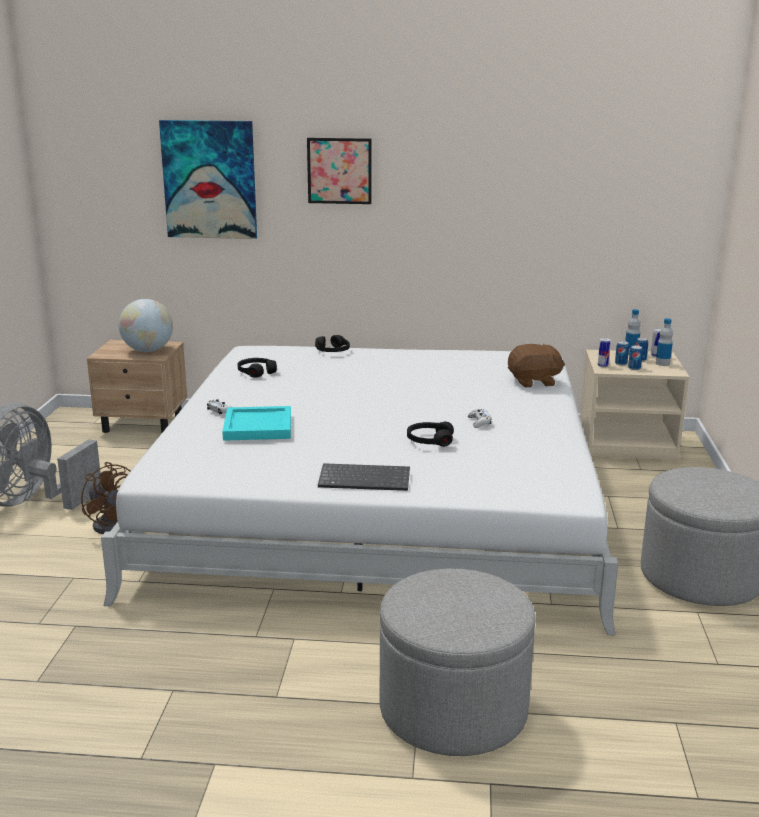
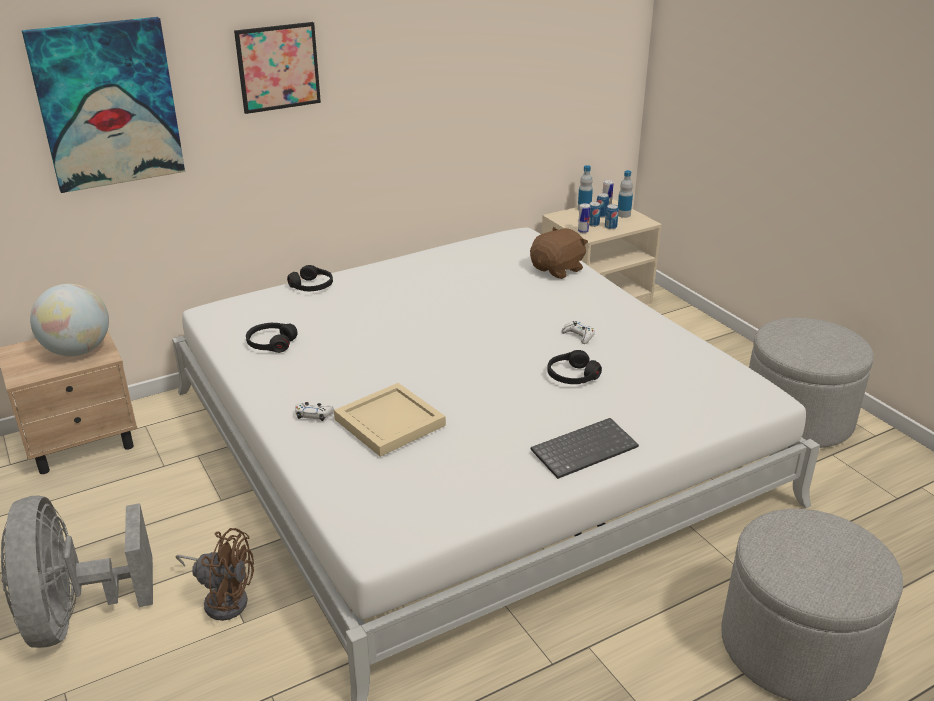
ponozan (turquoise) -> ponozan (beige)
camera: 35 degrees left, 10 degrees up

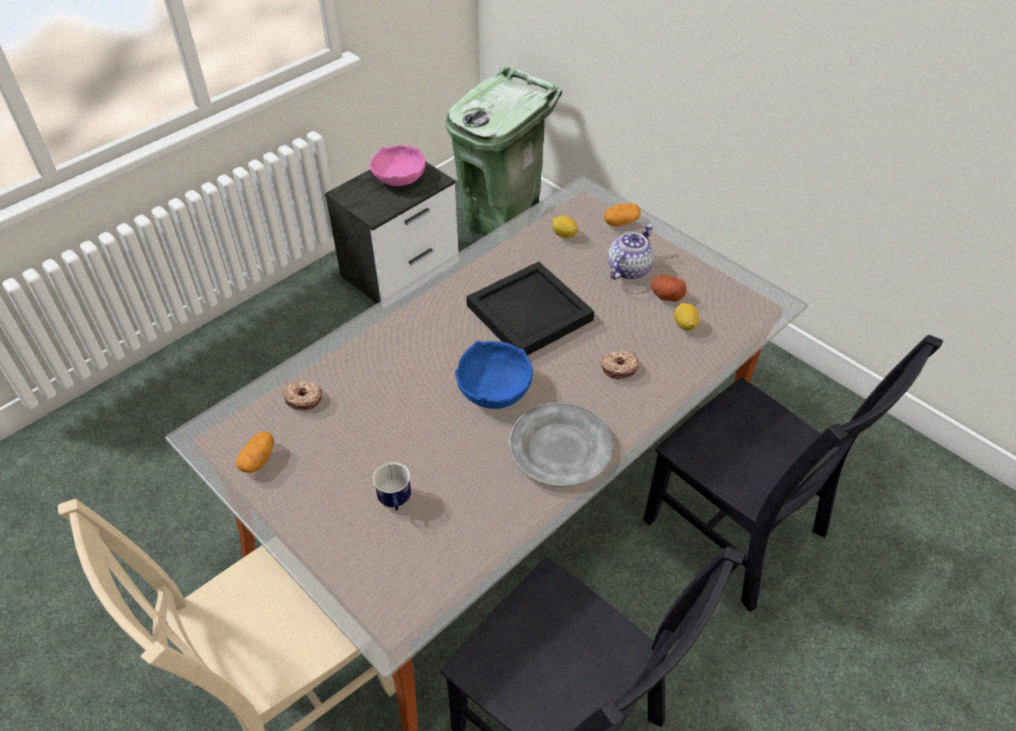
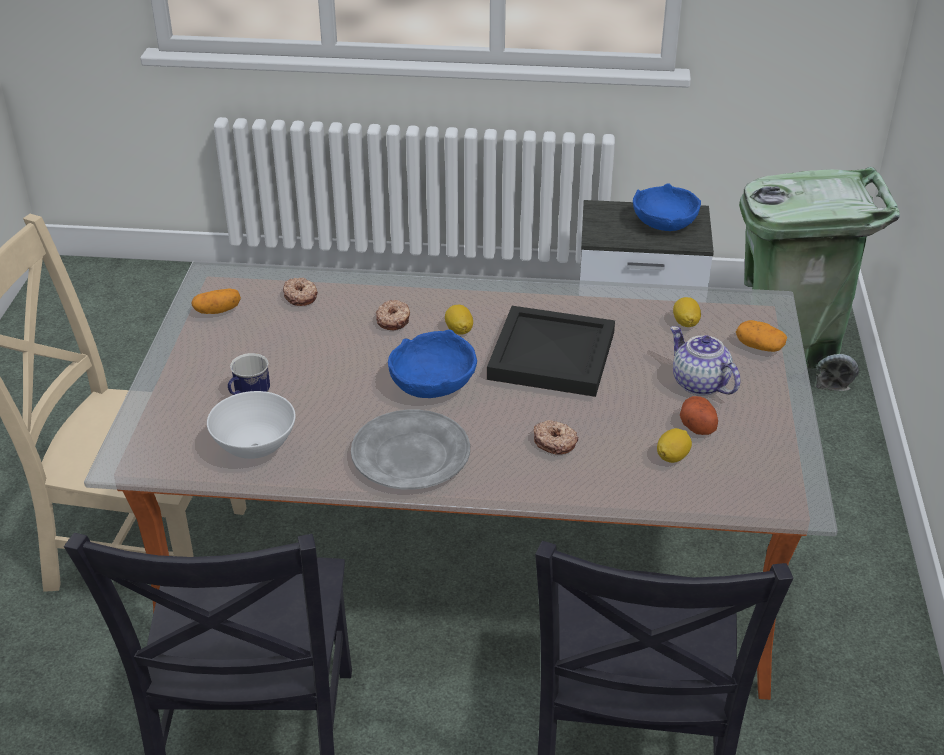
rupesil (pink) -> rupesil (blue) (2nd from left)
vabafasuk, 120 degrees counterclockwise
none -> rupesil (white)
none -> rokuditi (2nd from left)
none -> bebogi (1st from left)
camera: 50 degrees right, 10 degrees down

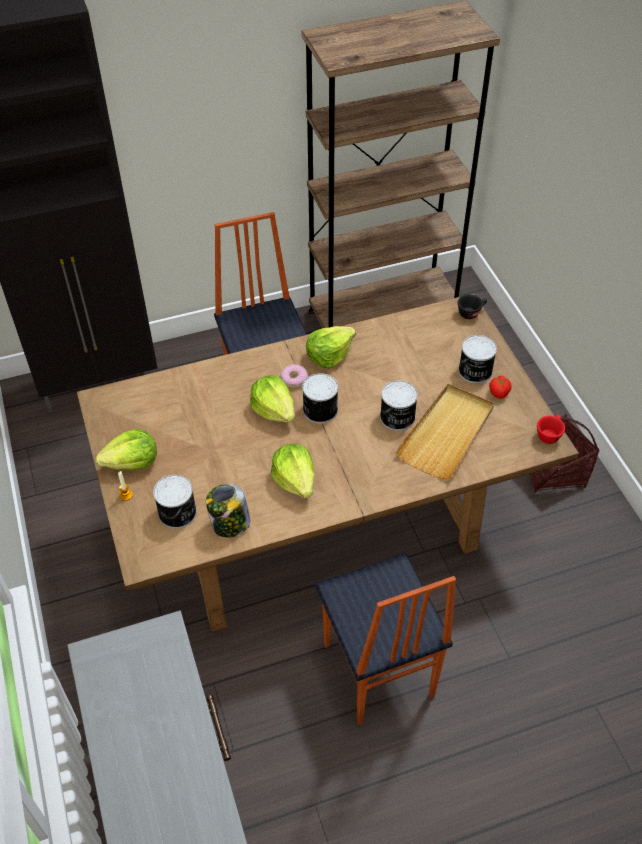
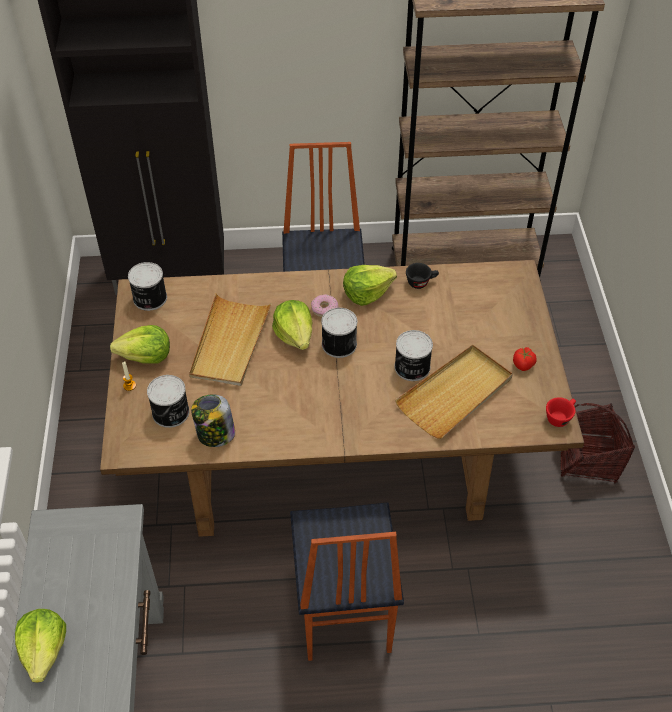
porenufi (3rd from left in the first image) -> porenufi (1st from left), moved
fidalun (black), moved
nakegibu (4th from left in the first image) -> nakegibu (1st from left), moved
none -> ponozan (beige) (1st from left)
camera: 15 degrees right, 0 degrees up

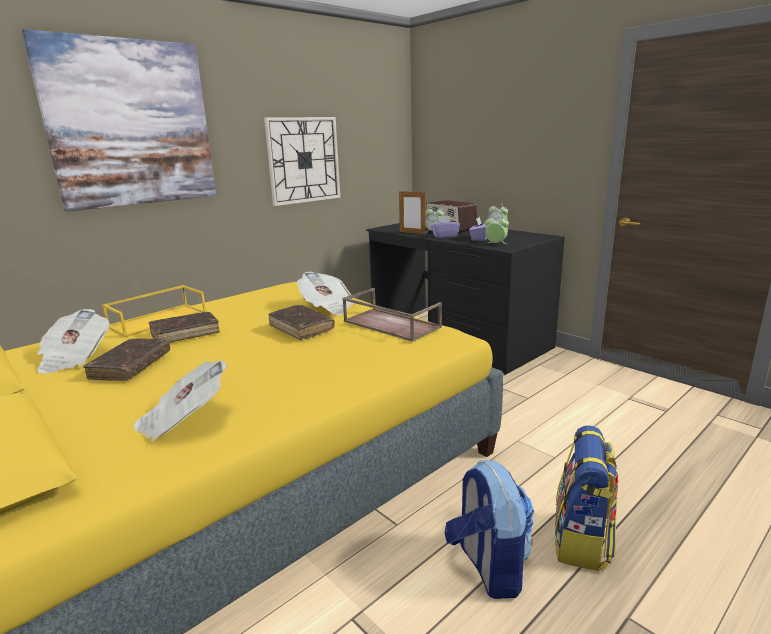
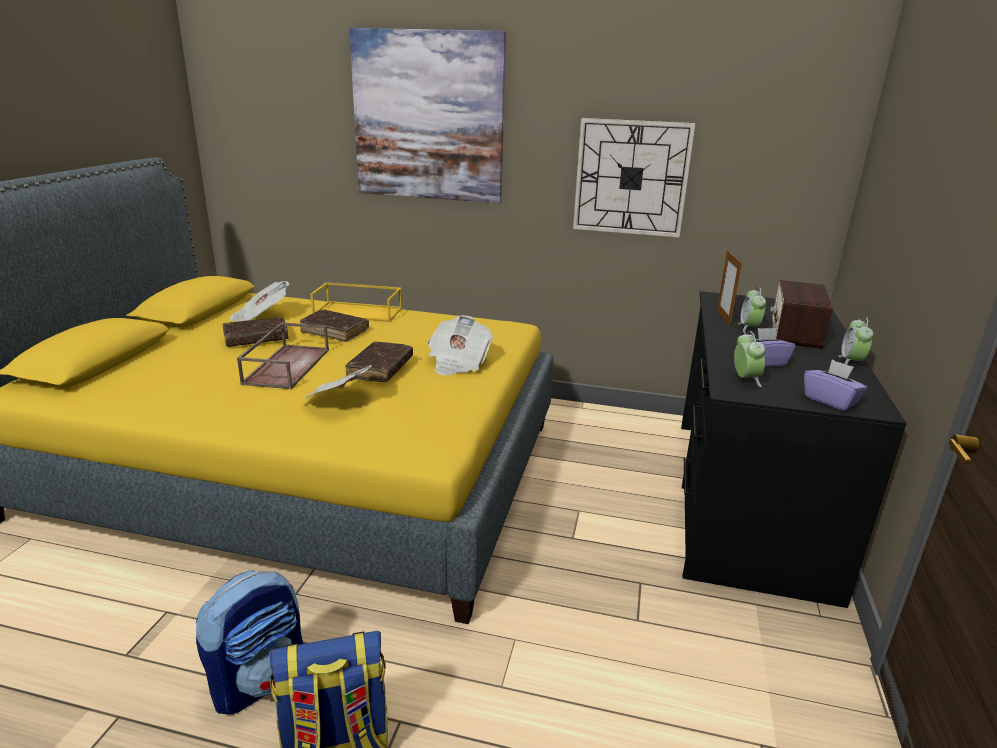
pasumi (2nd from left), moved
ponozan (brown), moved
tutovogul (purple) (1st from left in the first image) -> tutovogul (purple) (2nd from left), moved
camera: 55 degrees right, 5 degrees up

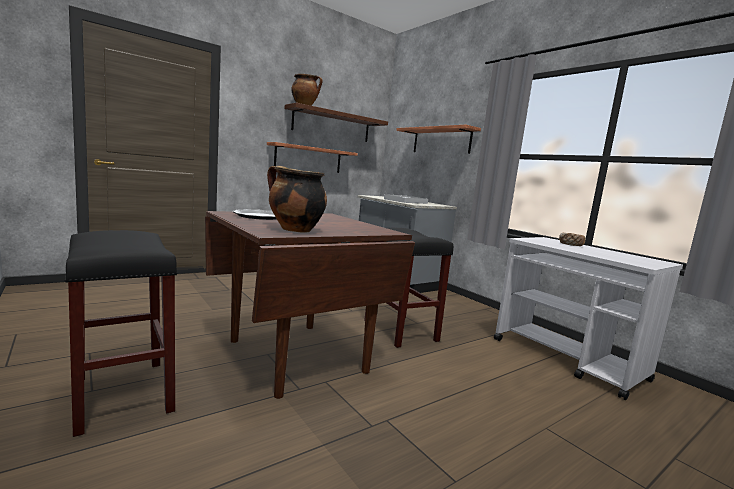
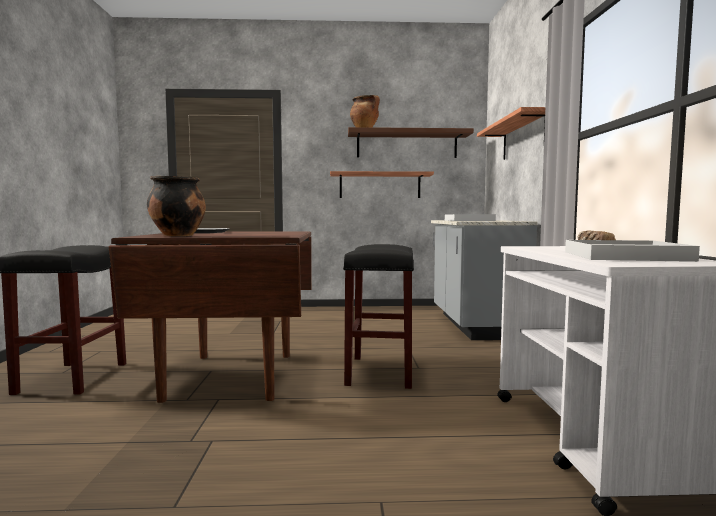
none -> ponozan (white) (2nd from left)
camera: 35 degrees right, 5 degrees down

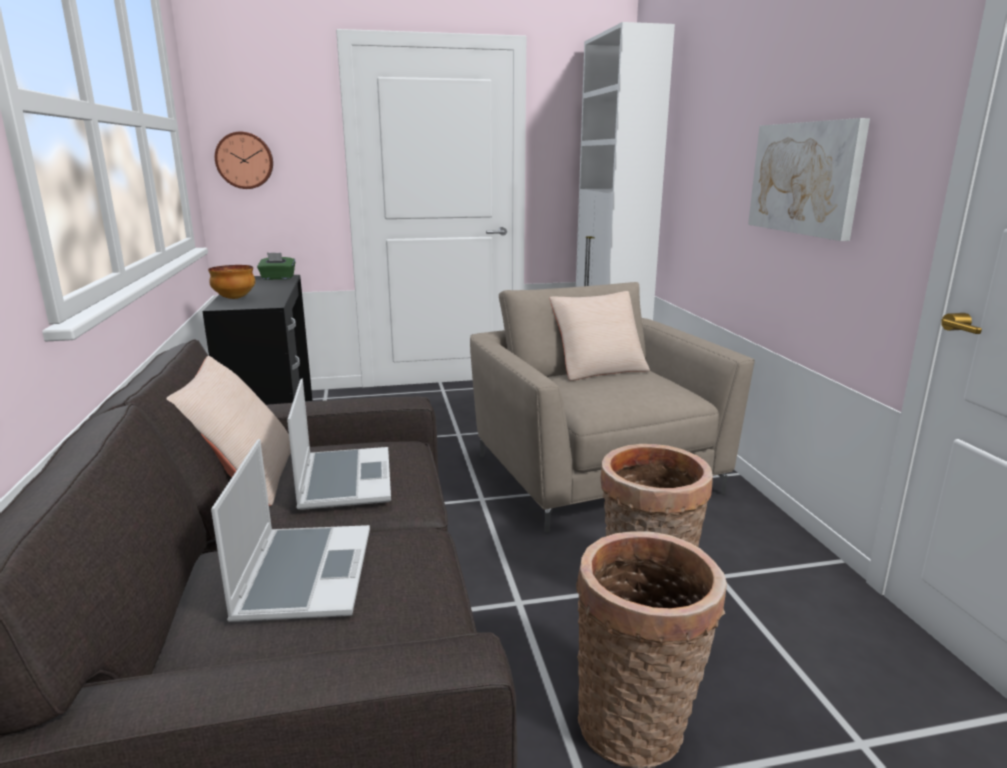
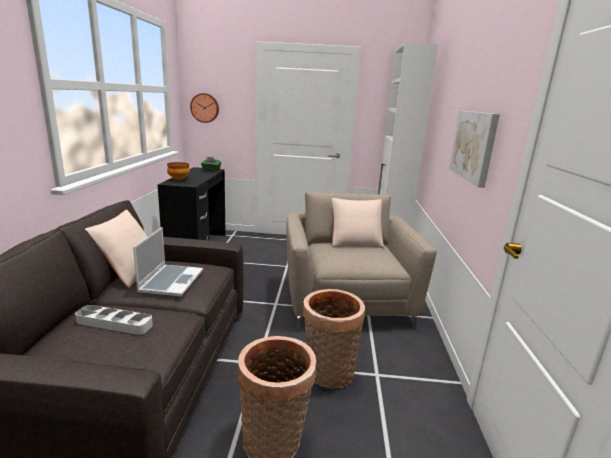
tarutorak (1st from left) -> ponozan (grey)
camera: 15 degrees right, 0 degrees up

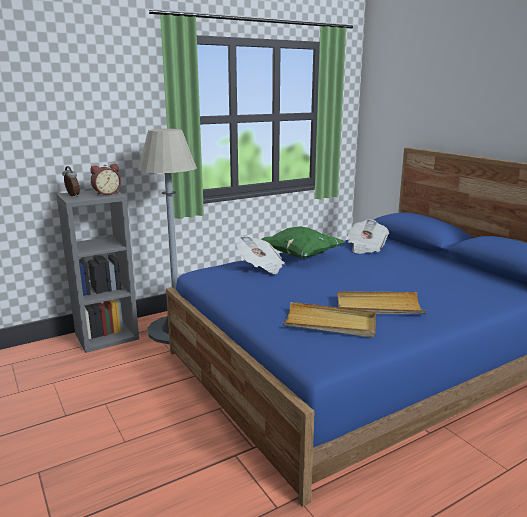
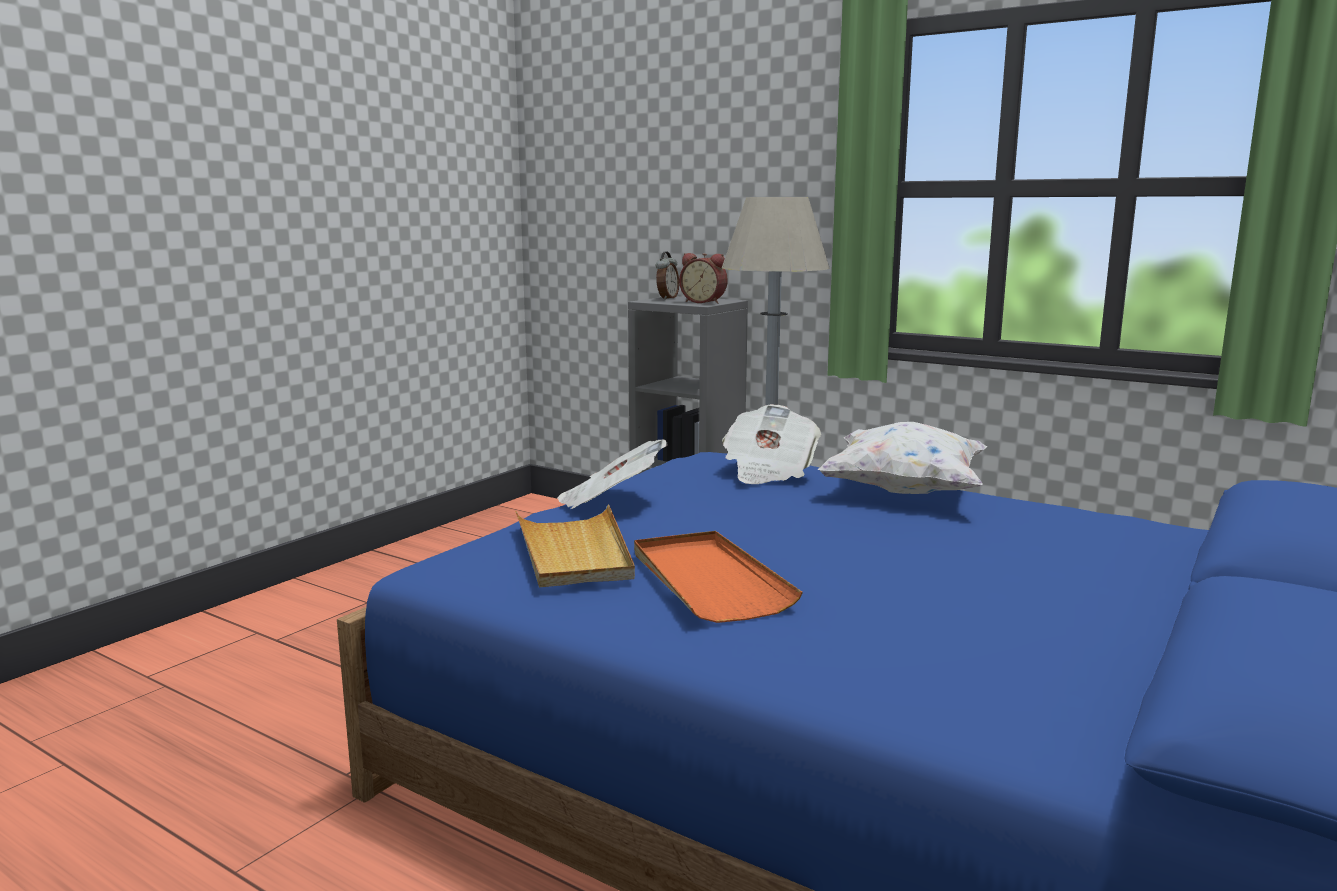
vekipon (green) -> vekipon (white)
ponozan (beige) (2nd from left) -> ponozan (orange)
pasumi (2nd from left in the first image) -> pasumi (1st from left), moved
camera: 65 degrees right, 5 degrees down

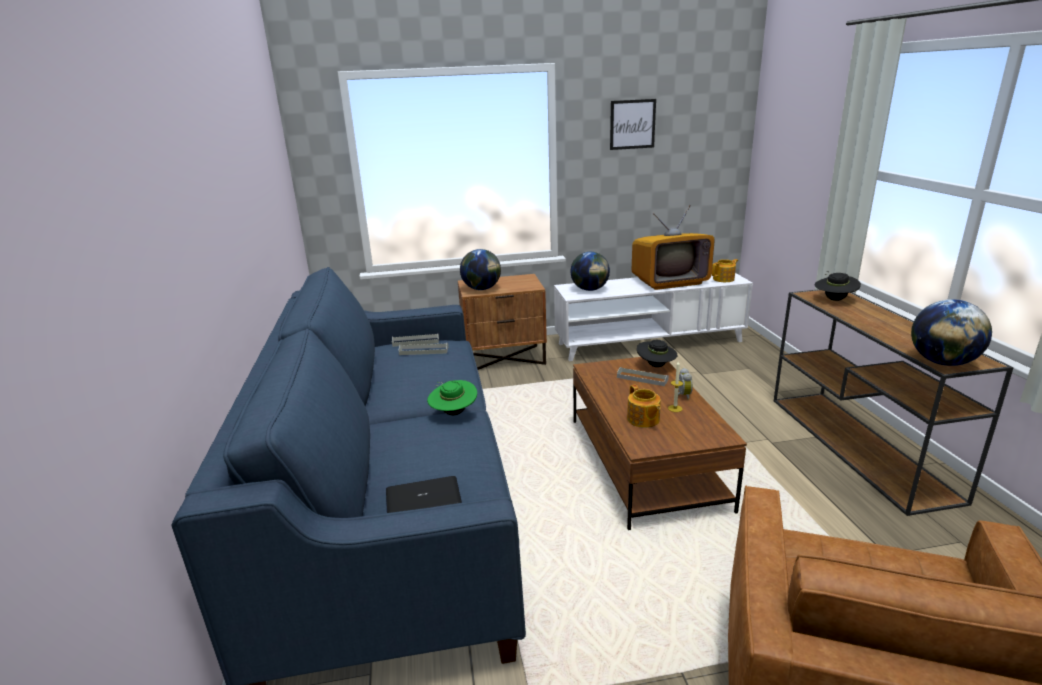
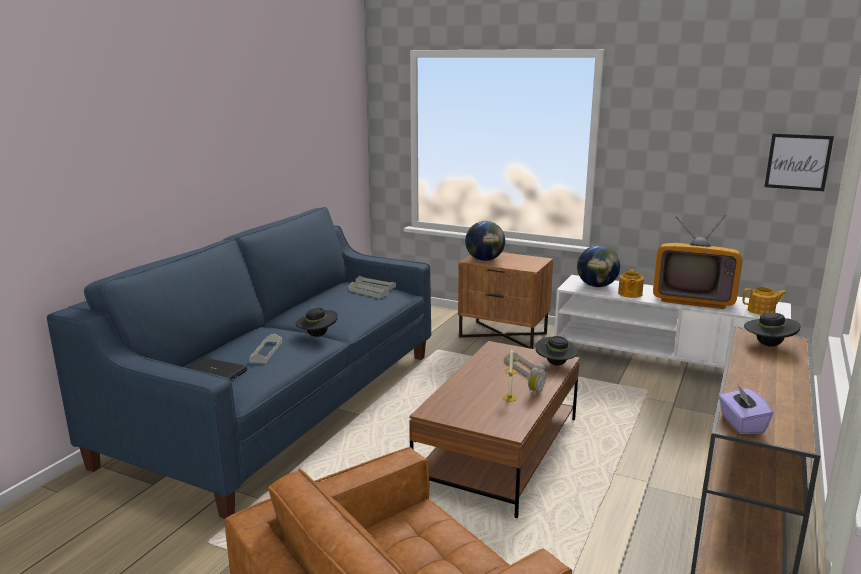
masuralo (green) -> masuralo (black) (1st from left)
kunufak, moved
vabafasuk (1st from left), moved
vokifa (3rd from left) -> tutovogul (purple)
none -> ponozan (grey) (1st from left)
camera: 35 degrees right, 5 degrees down

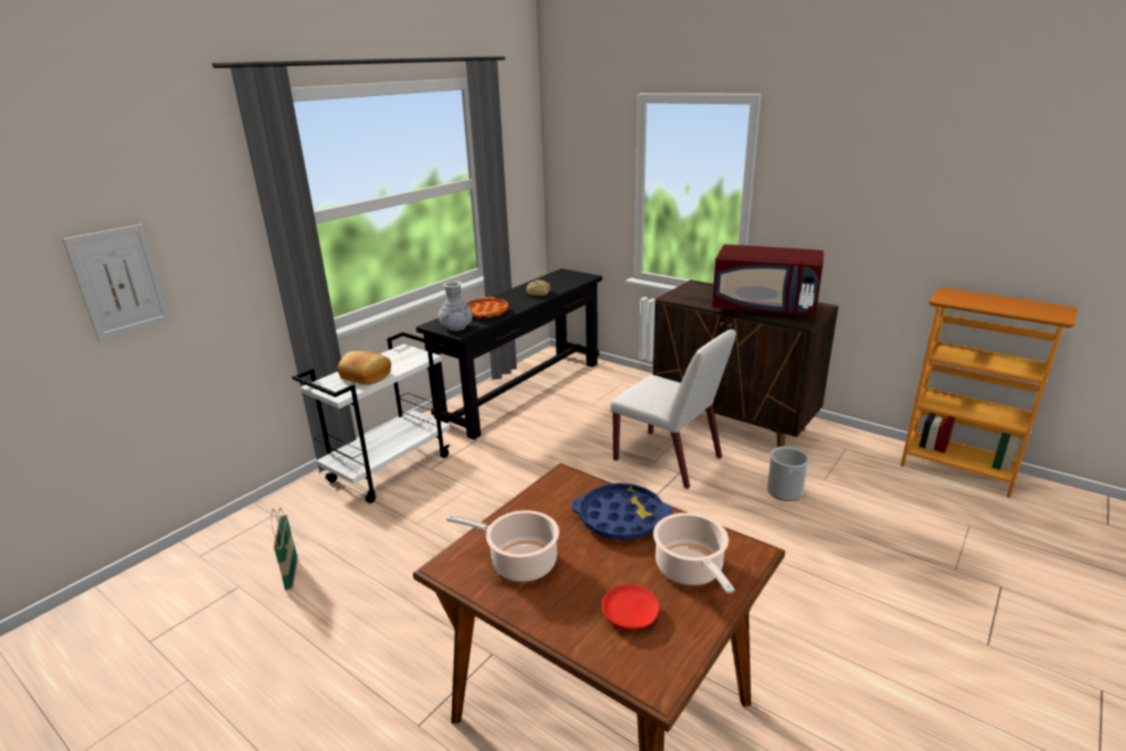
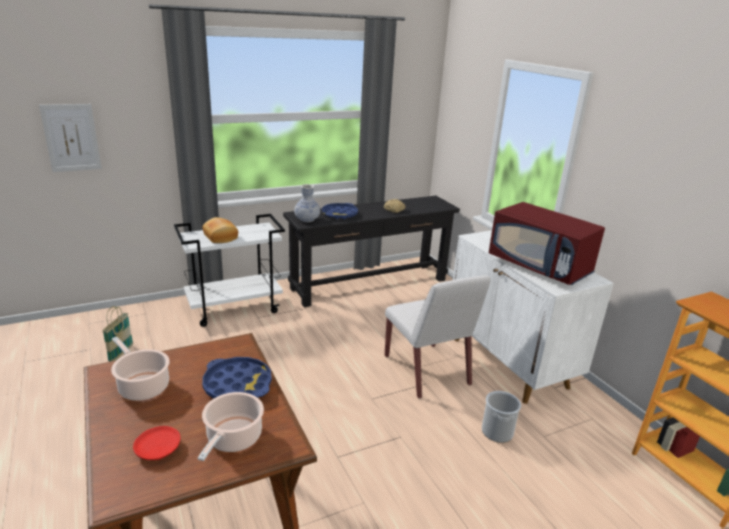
ponozan (orange) -> ponozan (blue) (2nd from left)
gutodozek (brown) -> gutodozek (white)
camera: 25 degrees right, 0 degrees up

